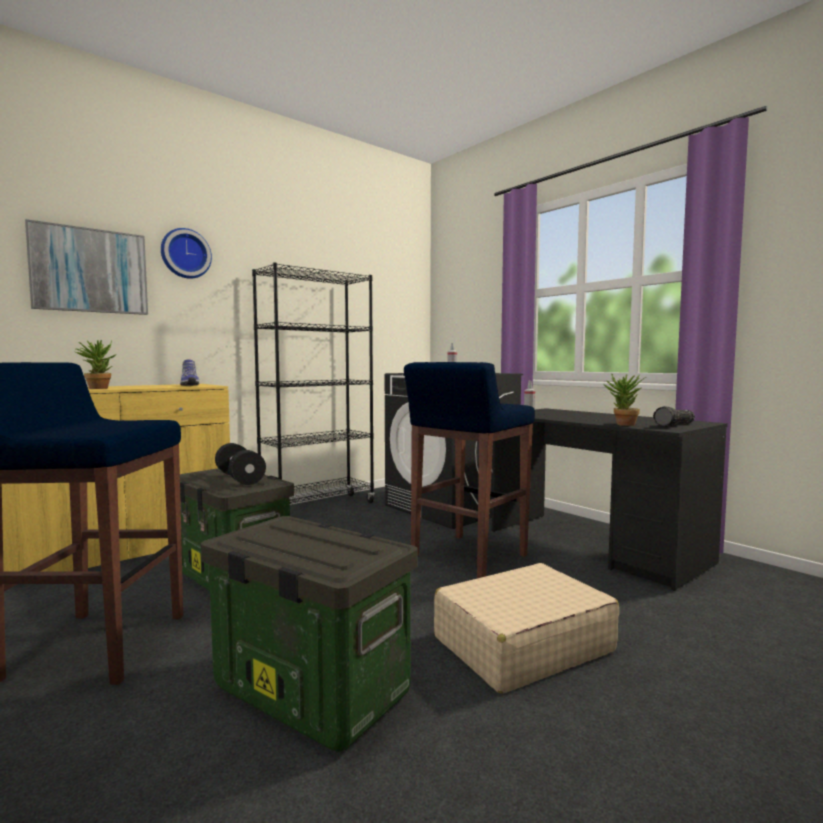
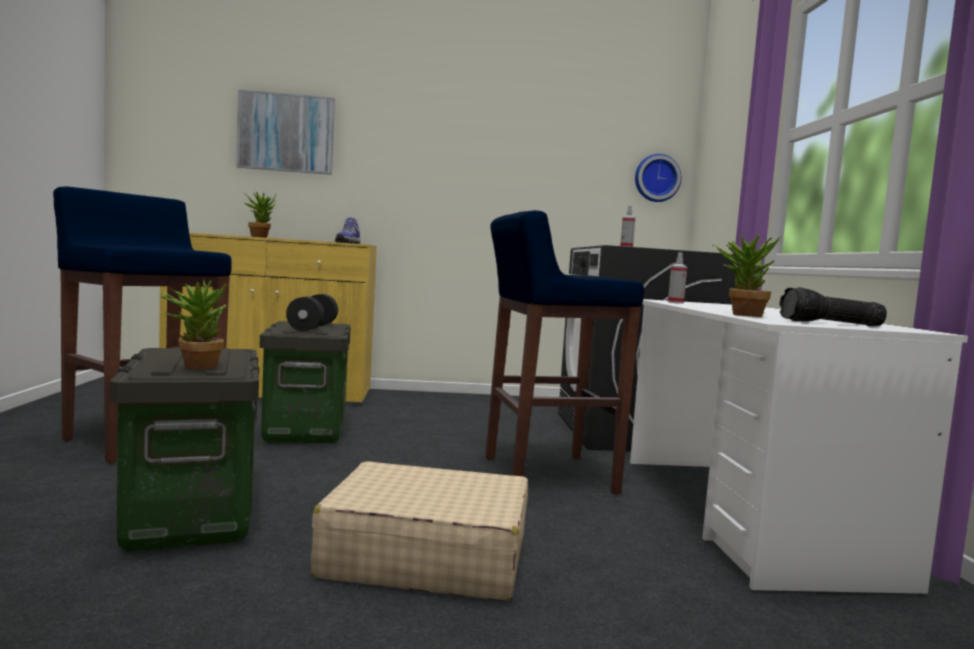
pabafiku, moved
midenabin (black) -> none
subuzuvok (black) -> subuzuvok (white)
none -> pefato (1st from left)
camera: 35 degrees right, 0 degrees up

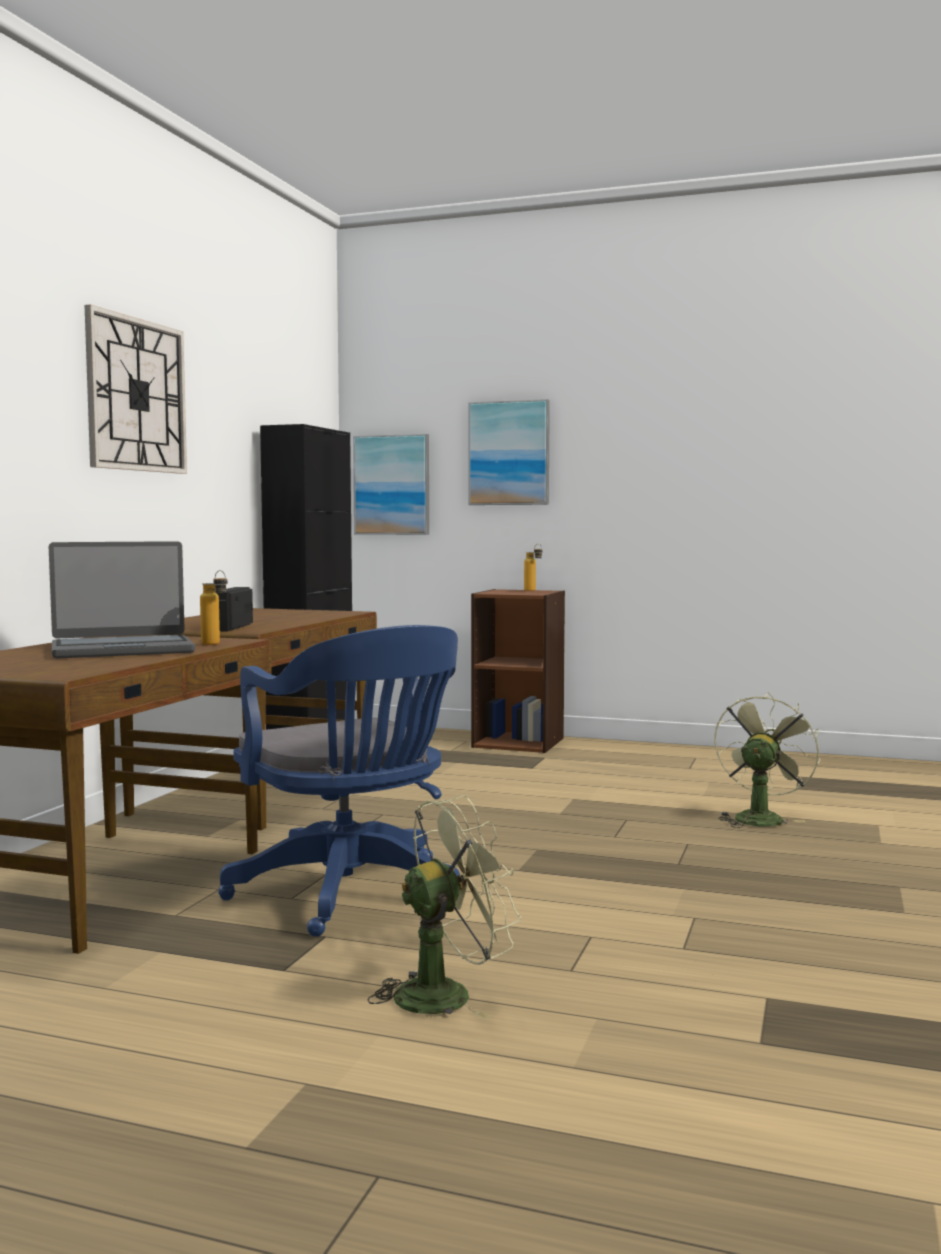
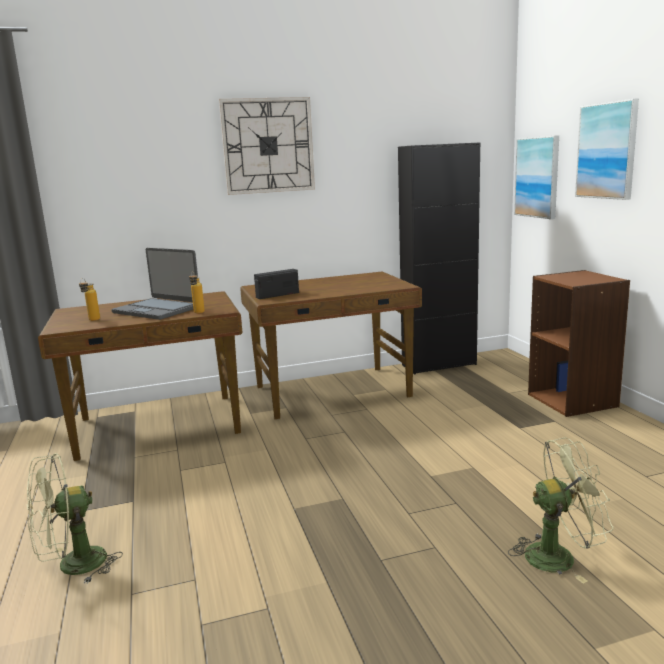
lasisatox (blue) -> none
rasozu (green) (1st from left), 120 degrees clockwise
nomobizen (2nd from left in the first image) -> nomobizen (1st from left), moved
camera: 55 degrees right, 10 degrees up

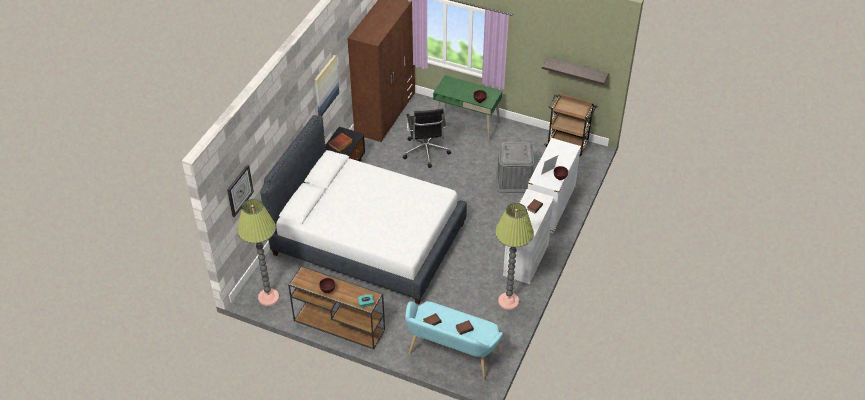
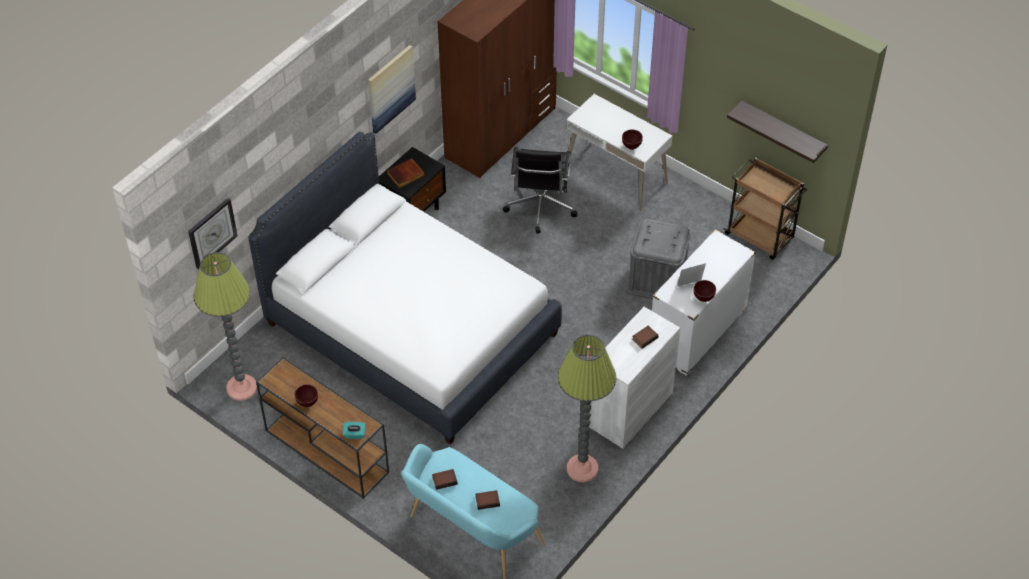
subuzuvok (green) -> subuzuvok (white)
camera: 15 degrees right, 5 degrees up

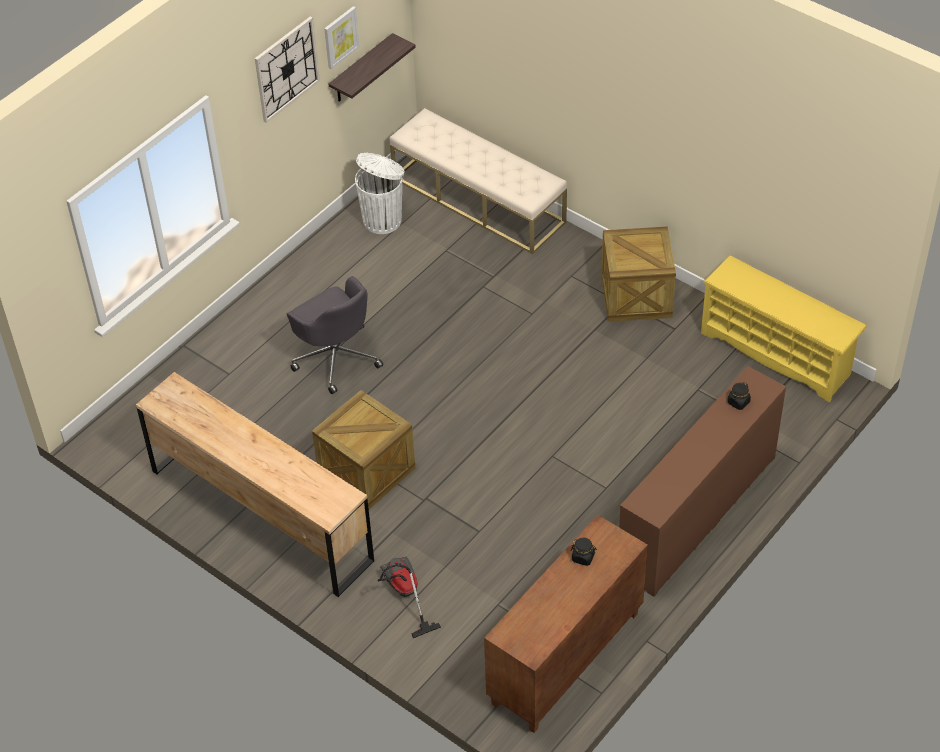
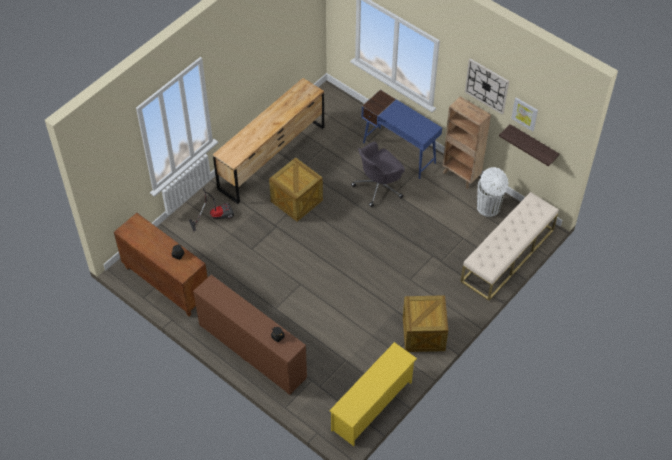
none -> subuzuvok (blue)
none -> midenabin (brown)
camera: 90 degrees right, 5 degrees up

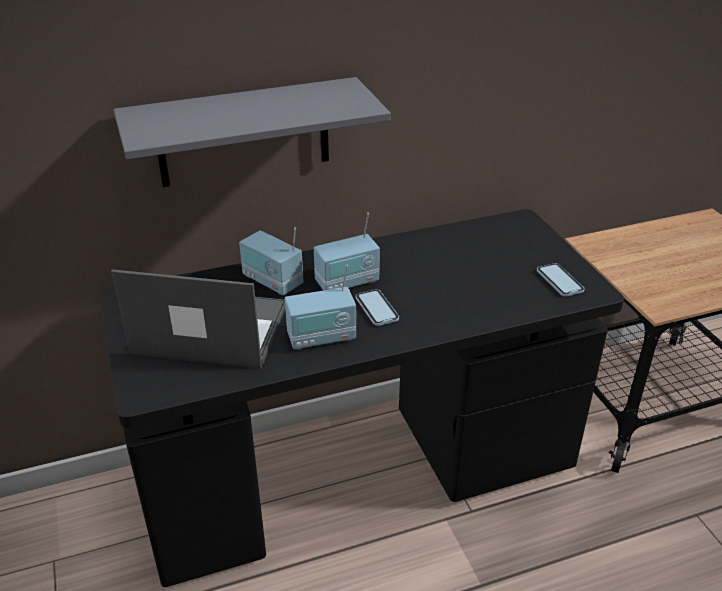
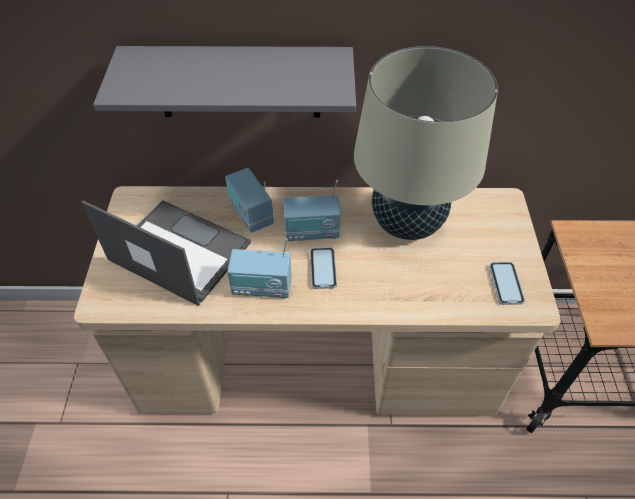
subuzuvok (black) -> subuzuvok (beige)
none -> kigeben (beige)
camera: 20 degrees right, 15 degrees up

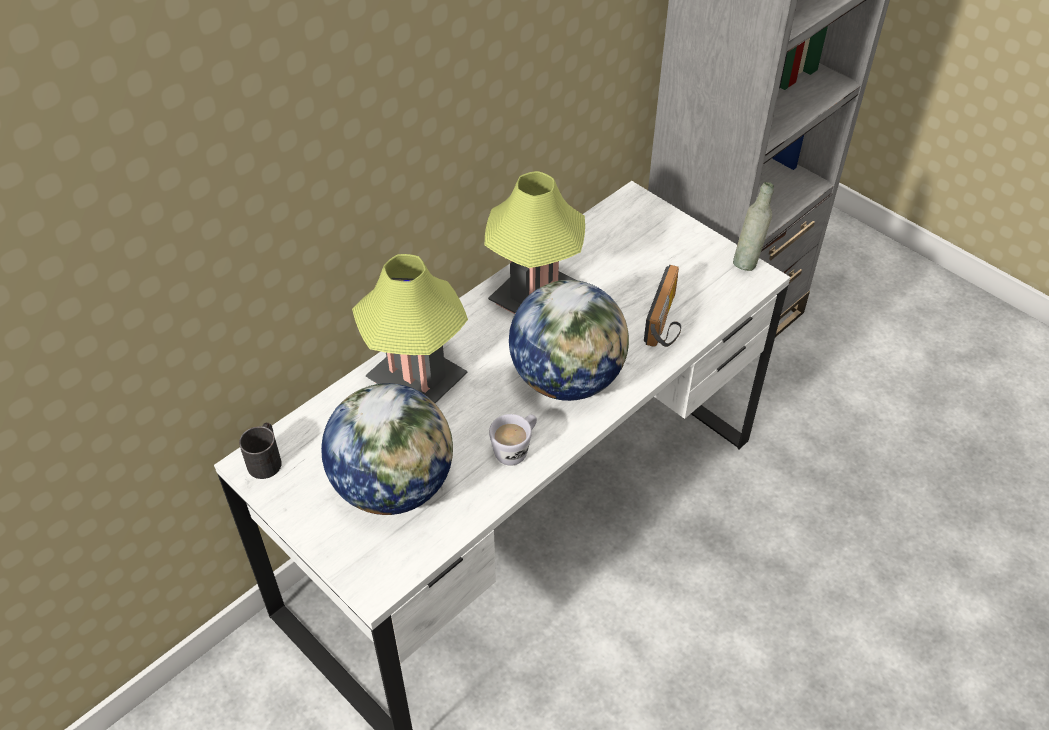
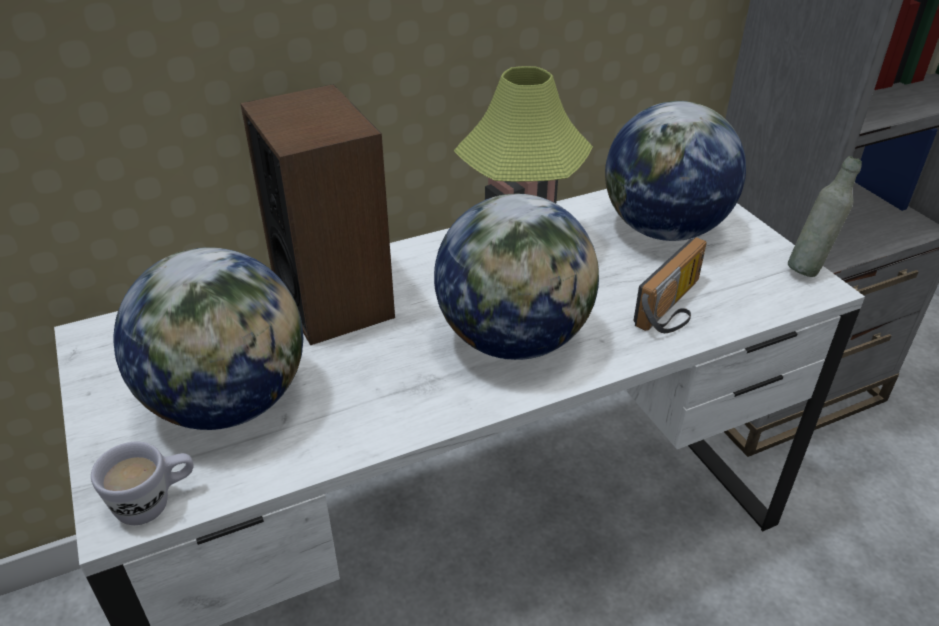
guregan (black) -> none
kigeben (1st from left) -> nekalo
guregan (white), moved
none -> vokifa (3rd from left)
camera: 20 degrees right, 10 degrees down

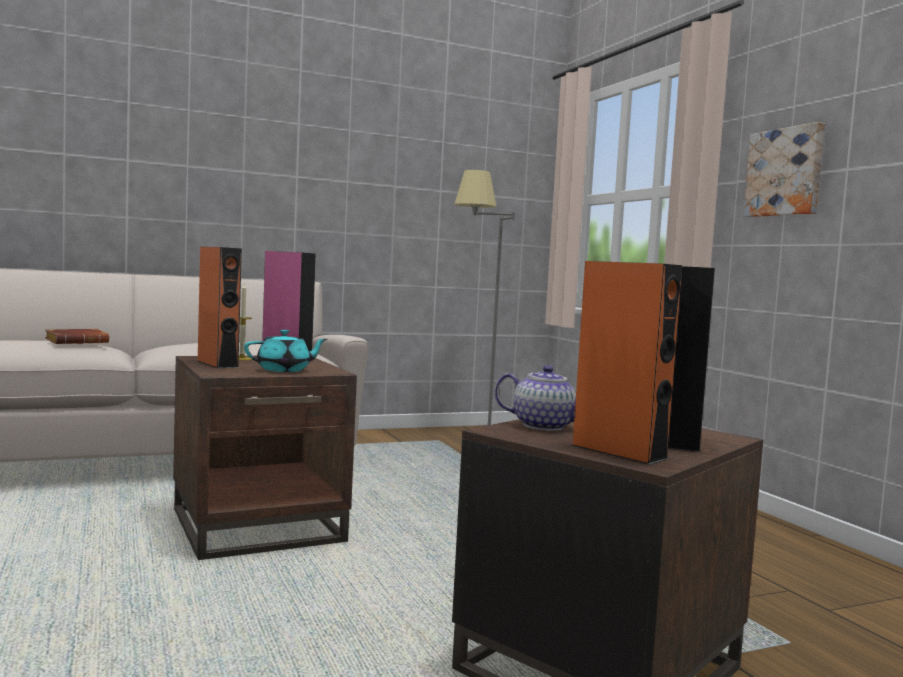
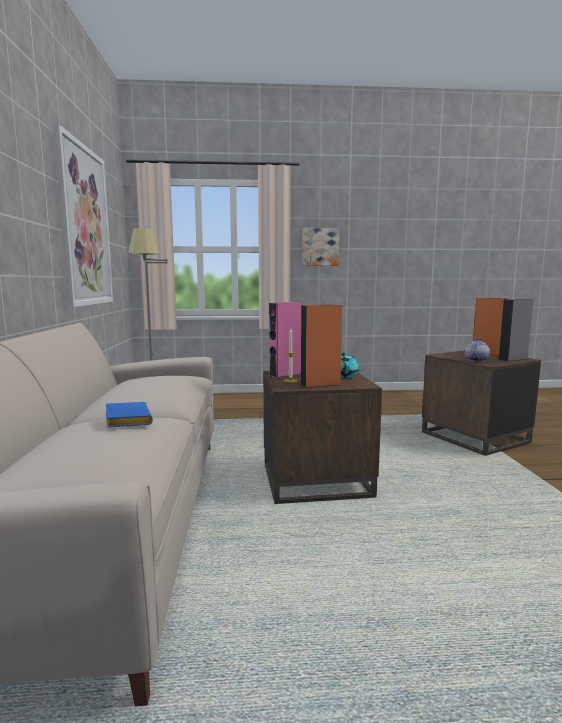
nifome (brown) -> nifome (blue)
nekalo (orange) (2nd from left) -> nekalo (grey)
none -> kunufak (1st from left)
camera: 70 degrees left, 5 degrees up

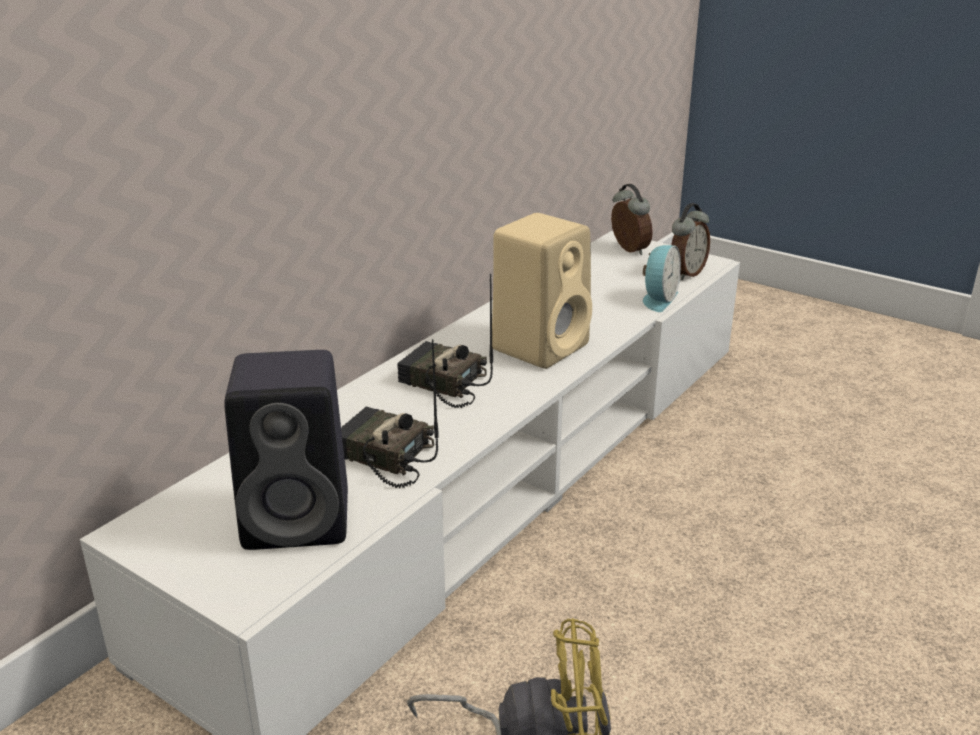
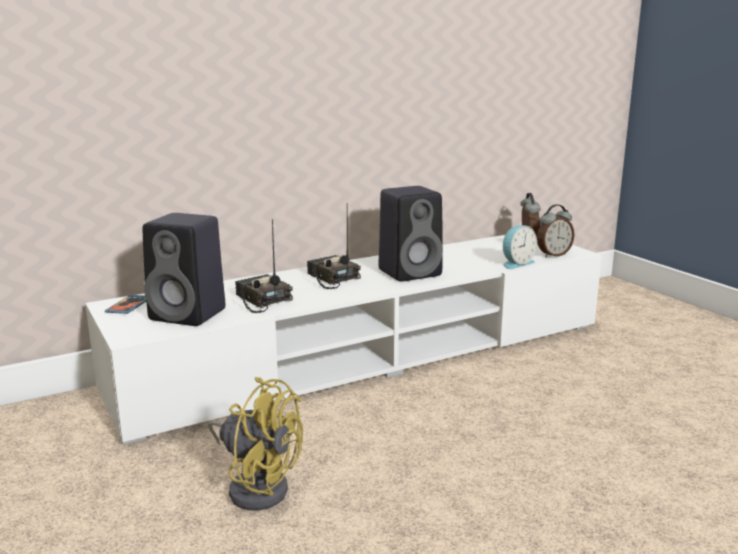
nekalo (beige) -> nekalo (black) (2nd from left)
none -> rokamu
camera: 25 degrees right, 10 degrees down

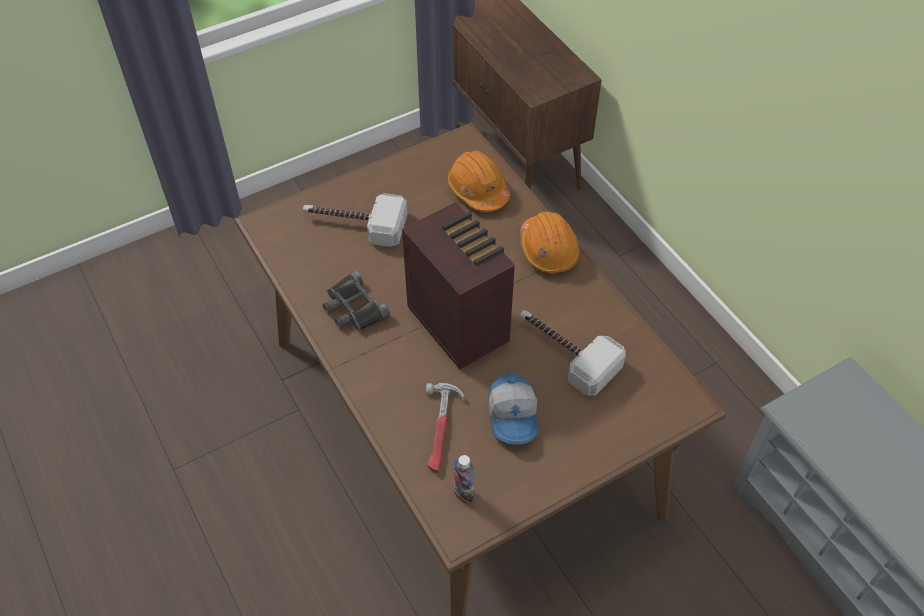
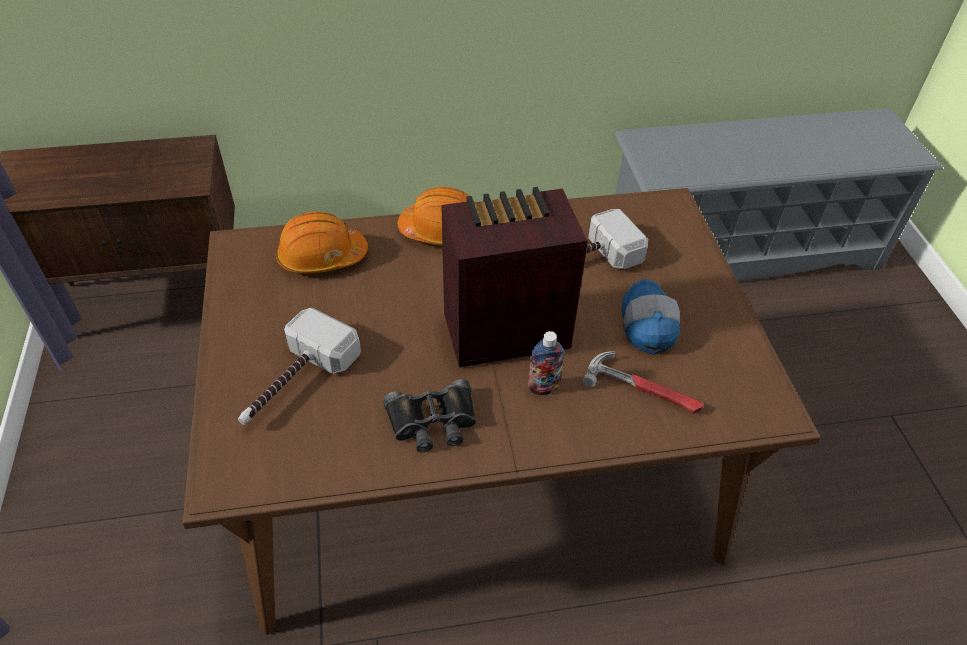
nomobizen, moved
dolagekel, 105 degrees counterclockwise
camera: 70 degrees left, 5 degrees down

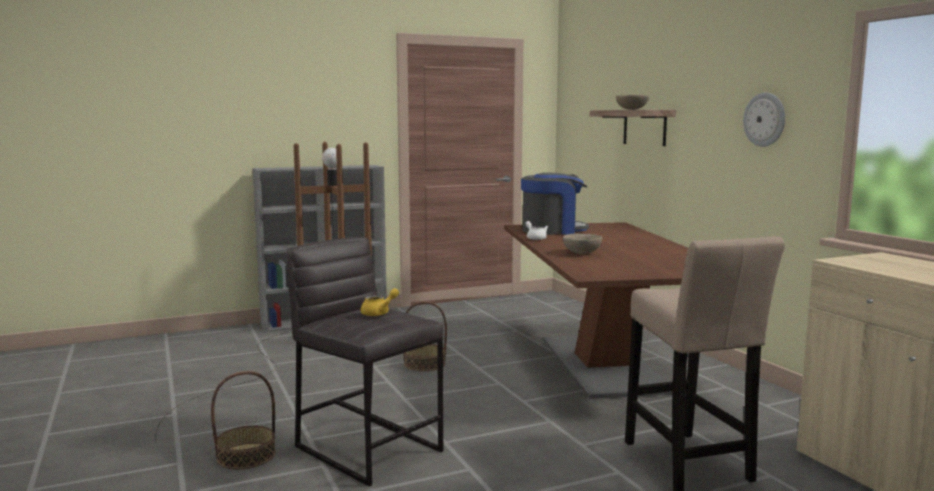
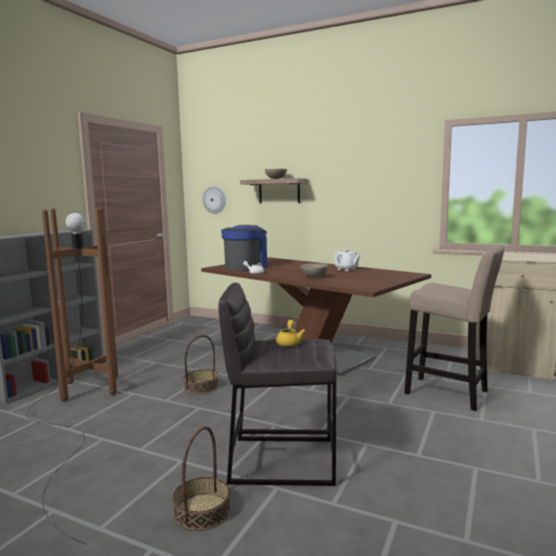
pabafiku, moved
none -> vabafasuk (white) (2nd from left)
camera: 40 degrees left, 0 degrees up

